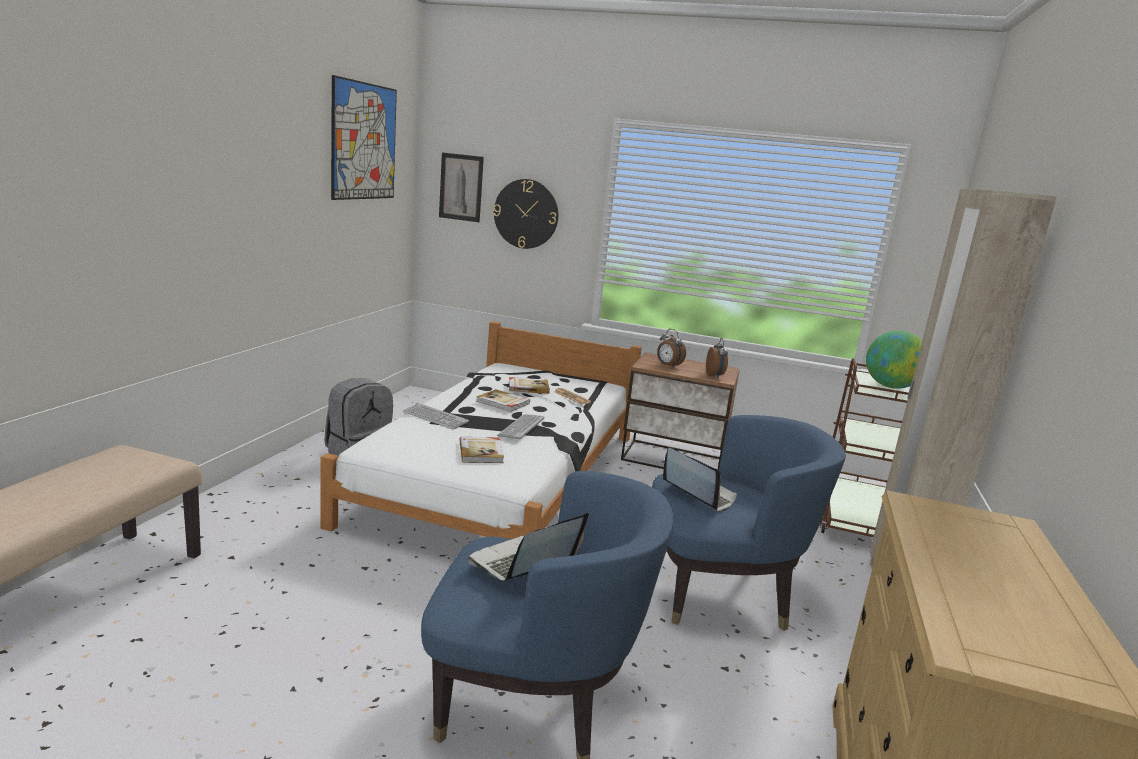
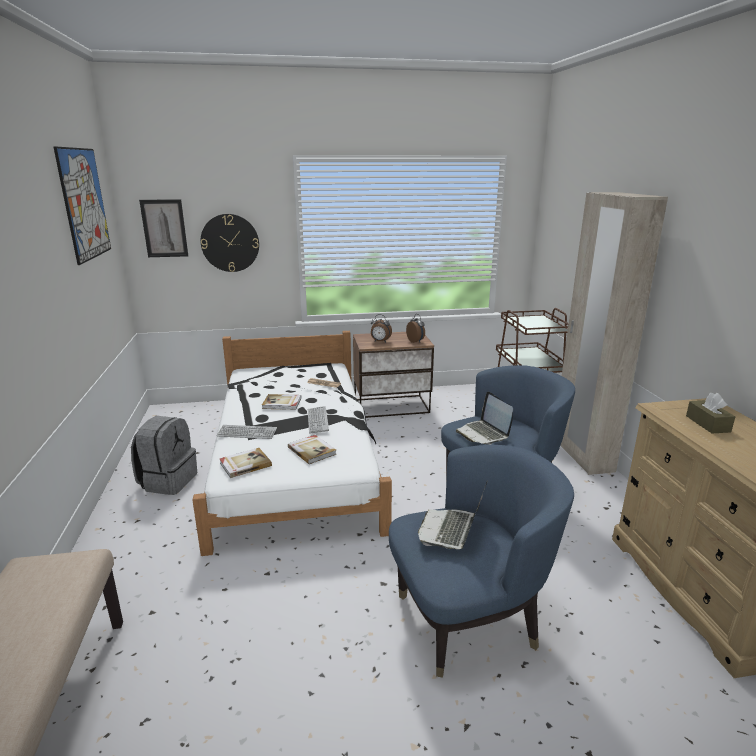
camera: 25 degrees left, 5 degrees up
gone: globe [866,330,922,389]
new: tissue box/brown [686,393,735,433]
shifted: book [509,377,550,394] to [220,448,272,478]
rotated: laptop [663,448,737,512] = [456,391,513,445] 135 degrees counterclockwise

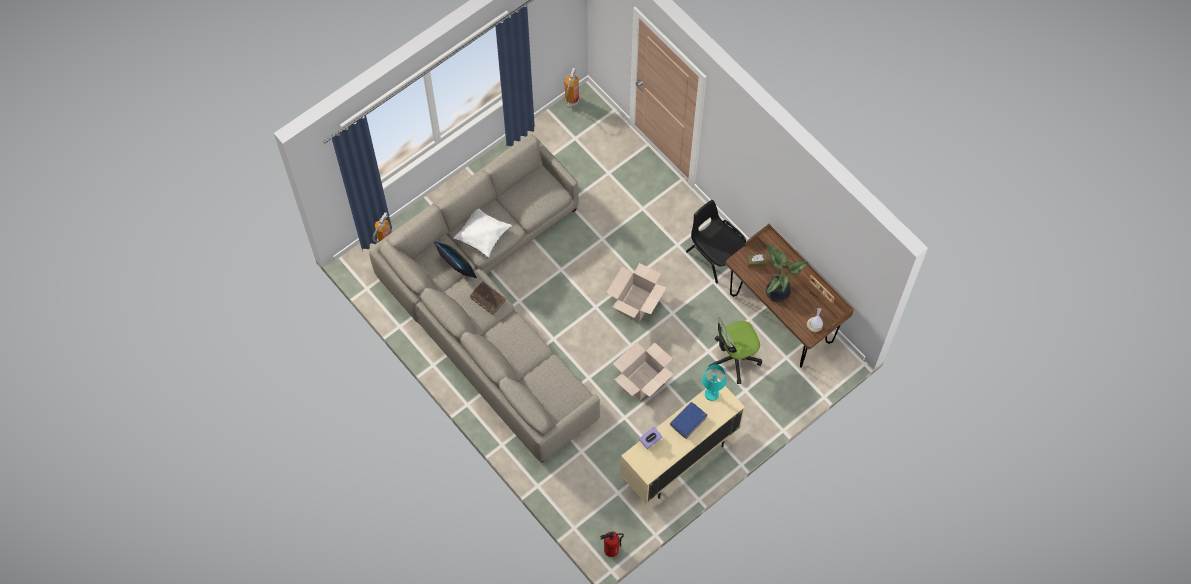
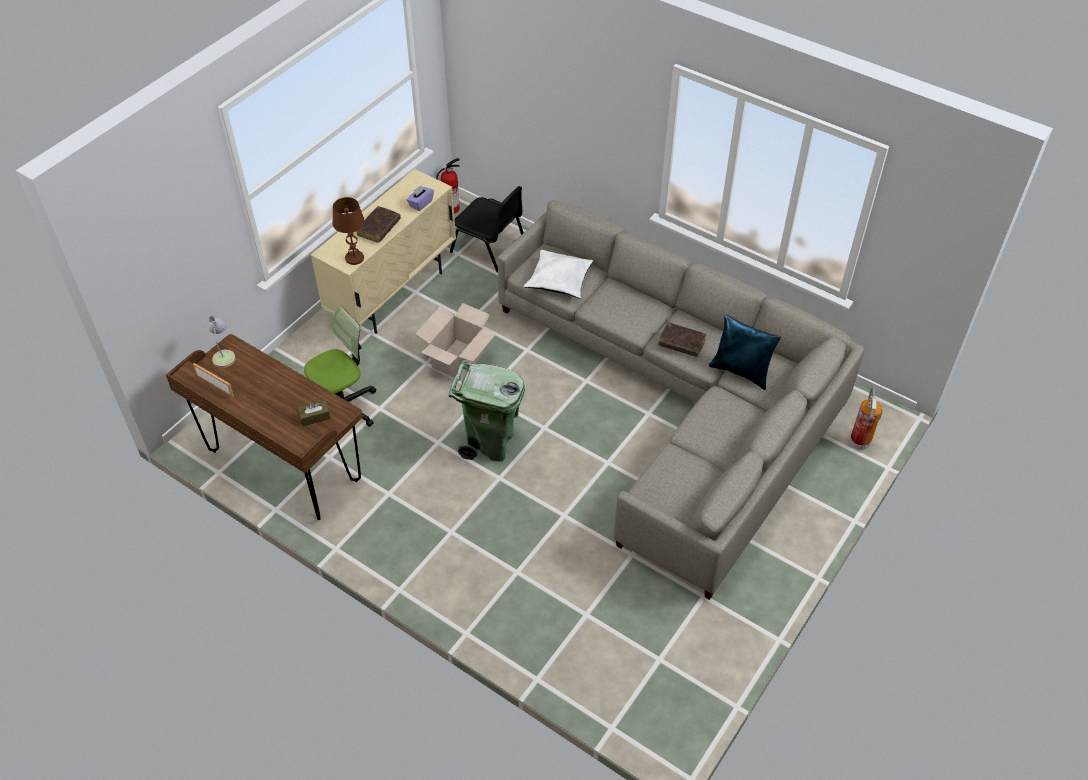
camera: 165 degrees right, 15 degrees down
gone: fire extinguisher [564,67,579,108]; potted plant [766,244,808,302]
shifted: chair/black [686,200,746,283] to [450,186,524,273]; pillow/white [453,209,512,258] to [524,250,593,298]
swapped: cardboard box [606,263,667,322] to trash can/green [448,360,525,461]
repainted: table lamp/turquoise [702,365,726,401] to table lamp/brown [333,197,365,265]; book/blue [670,402,707,439] to book/brown [356,206,401,243]

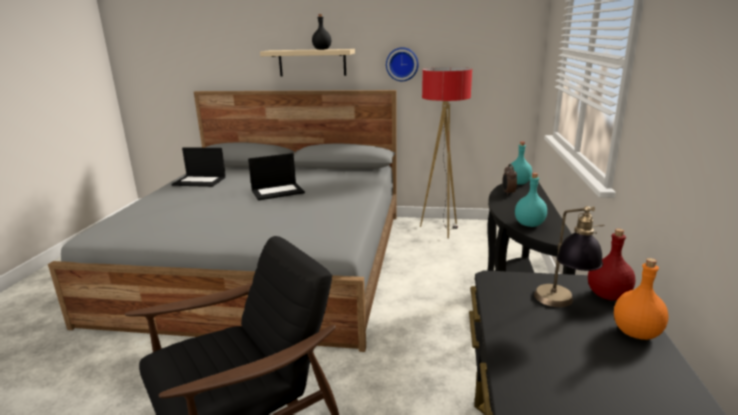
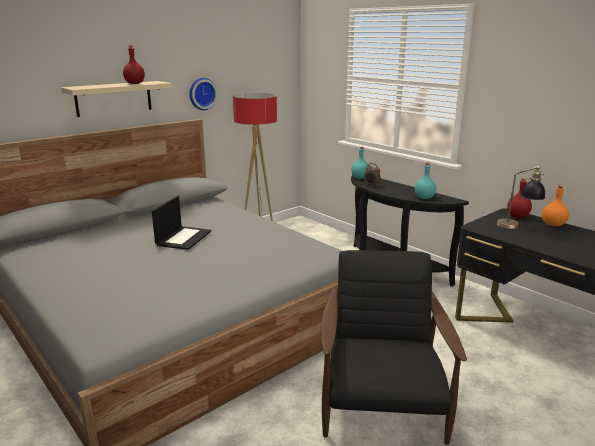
camera: 50 degrees left, 0 degrees up
gone: laptop [171,147,226,187]
repainted: bottle/black [312,14,331,50] to bottle/red [123,46,145,84]

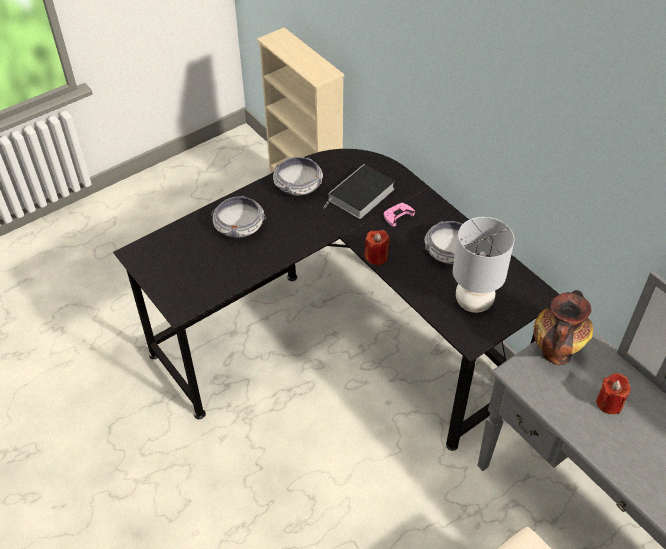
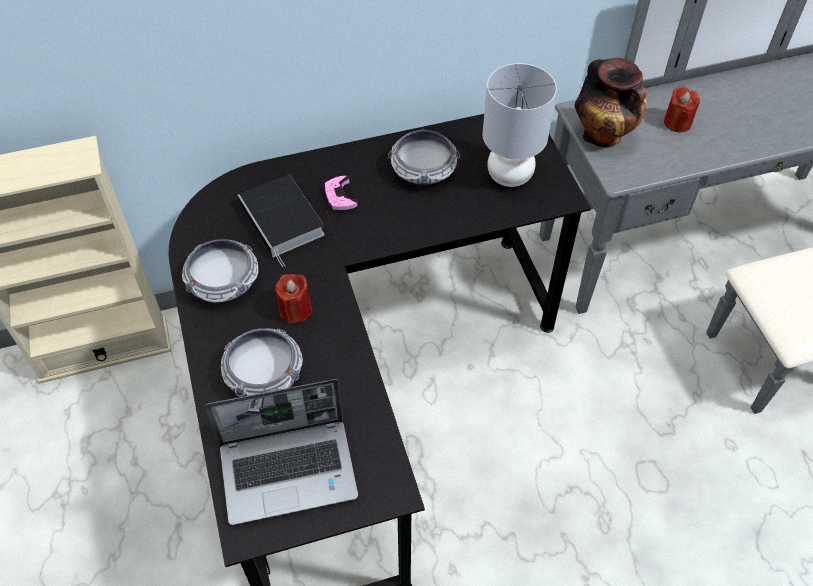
camera: 70 degrees left, 5 degrees up
new: laptop [205,379,358,525]
shifted: candle/red [364,230,390,266] to [275,274,312,324]

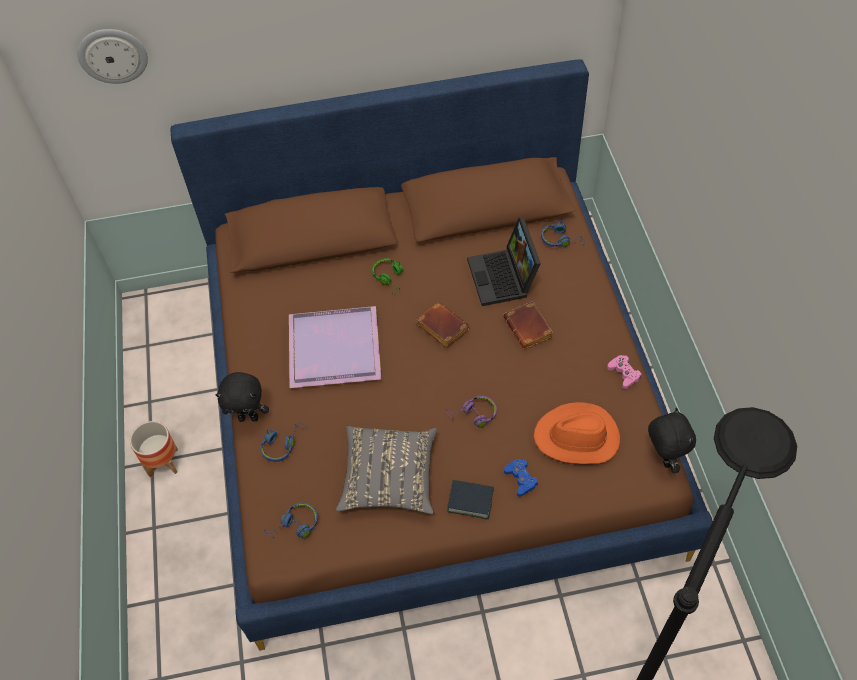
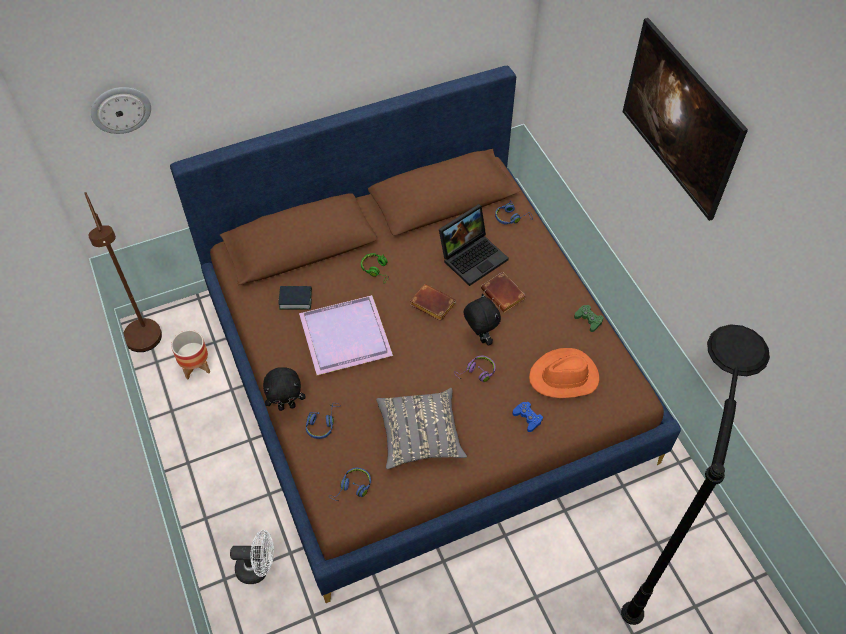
camera: 15 degrees left, 0 degrees up
new: picture [622,18,748,221]; floor lamp/brown [84,192,162,352]; fan/white [230,530,274,584]
shifted: plush toy/black [648,408,696,473] to [464,293,501,345]; planter [130,421,178,477] to [171,330,210,379]; book [447,480,494,519] to [278,286,312,310]
repainted: game controller/pink [607,355,641,389] to game controller/green [574,305,604,332]
rotated: laptop [467,217,541,306] = [439,204,509,286] 105 degrees counterclockwise

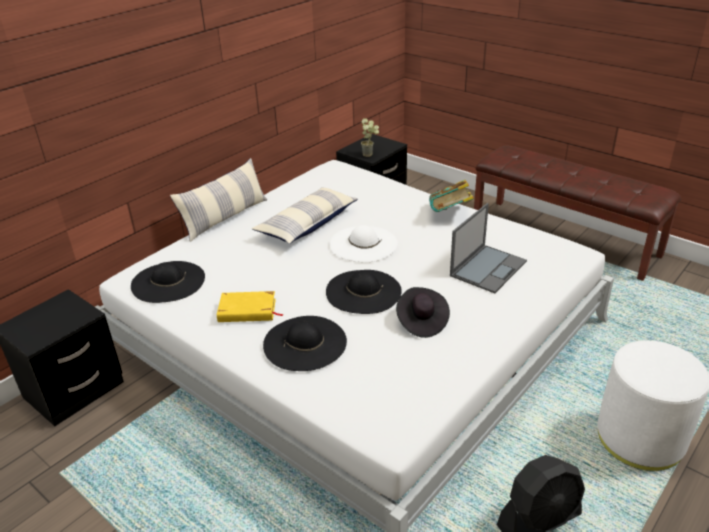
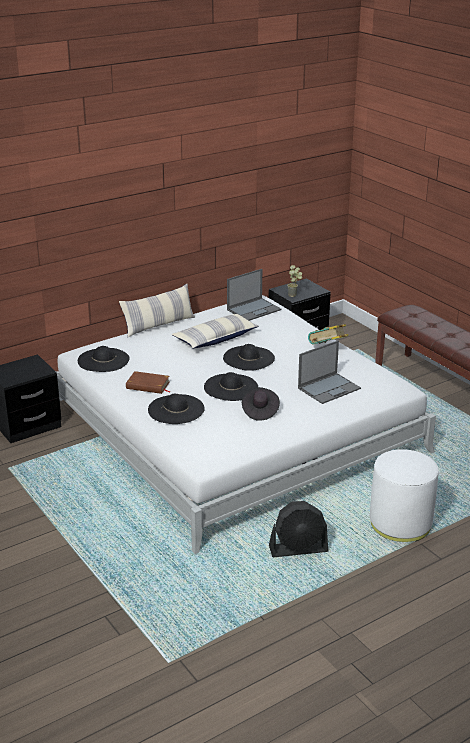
camera: 15 degrees right, 5 degrees down
new: laptop [227,269,281,321]
repainted: hat/white [330,225,398,262] to hat/black [223,344,275,371]; book/yellow [217,291,284,322] to book/brown [126,371,171,394]

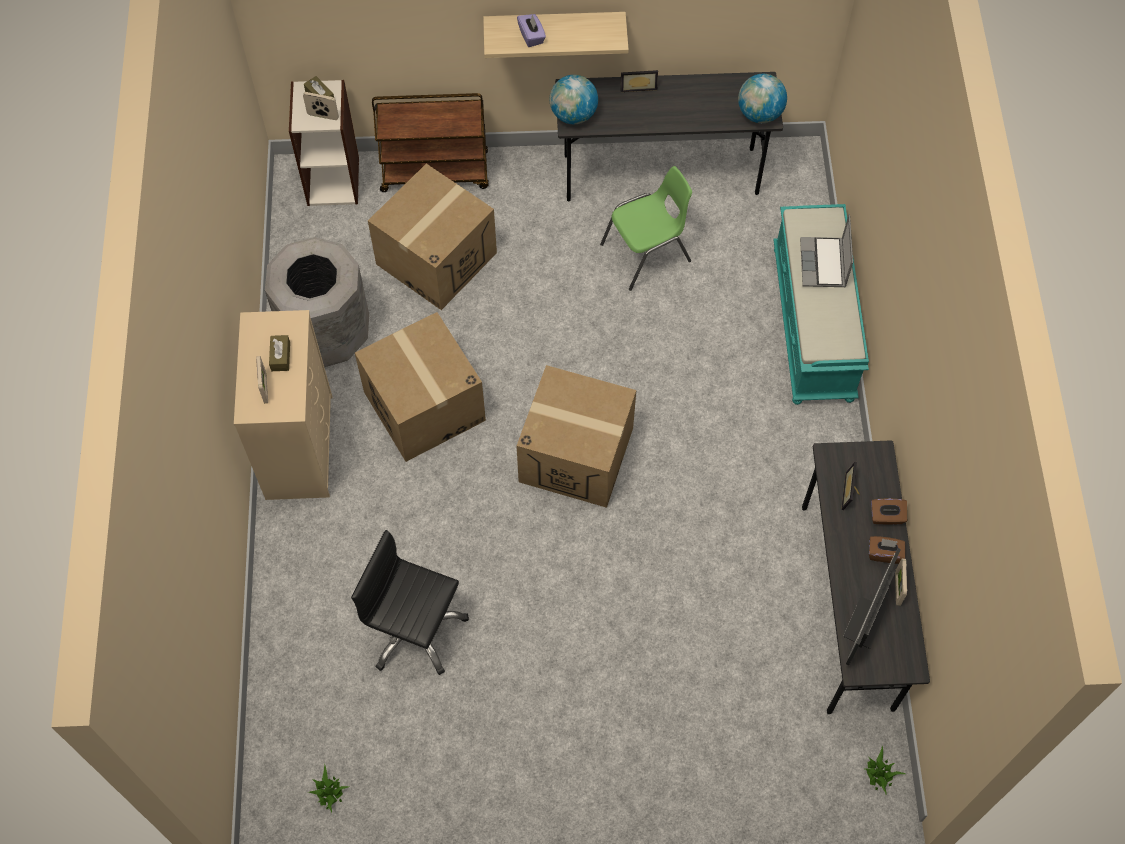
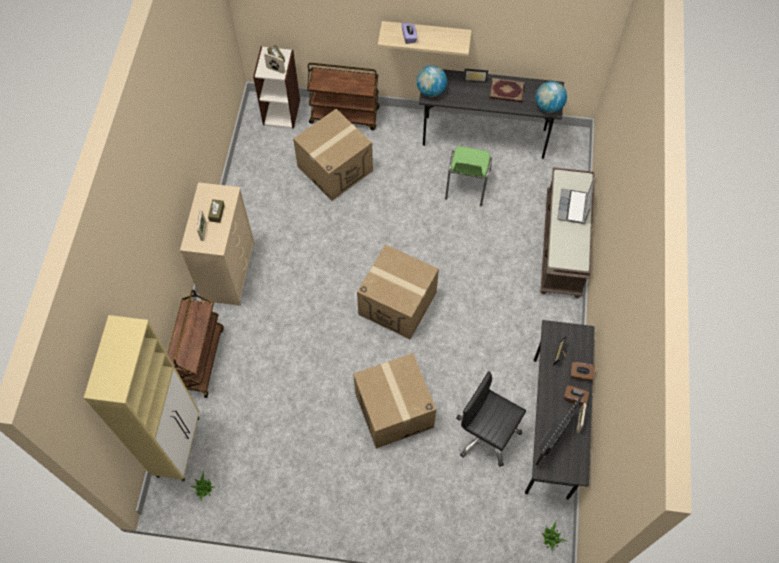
camera: 10 degrees right, 0 degrees up
gone: trash can/grey [265,237,369,367]
new: book [489,78,525,102]; cart/brown [167,290,224,398]; cabinet/beige [84,315,200,481]
shifted: cardboard box [355,312,486,462] to [353,353,436,449]; office chair/black [351,530,469,675] to [456,371,526,467]
repainted: bench/turquoise [773,204,869,405] to bench/brown [541,168,595,298]
rotated: chair/green [600,166,692,291] = [445,146,492,206] 120 degrees clockwise

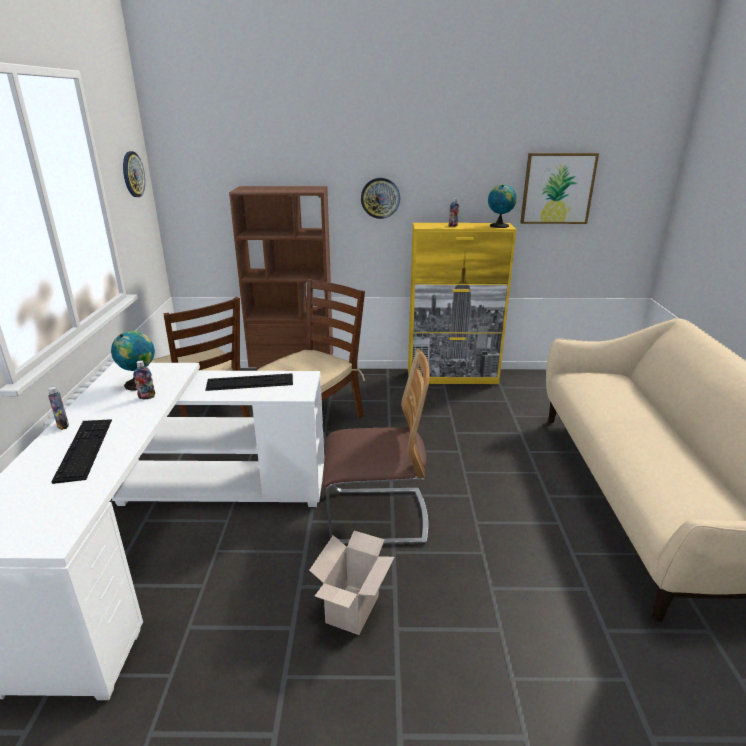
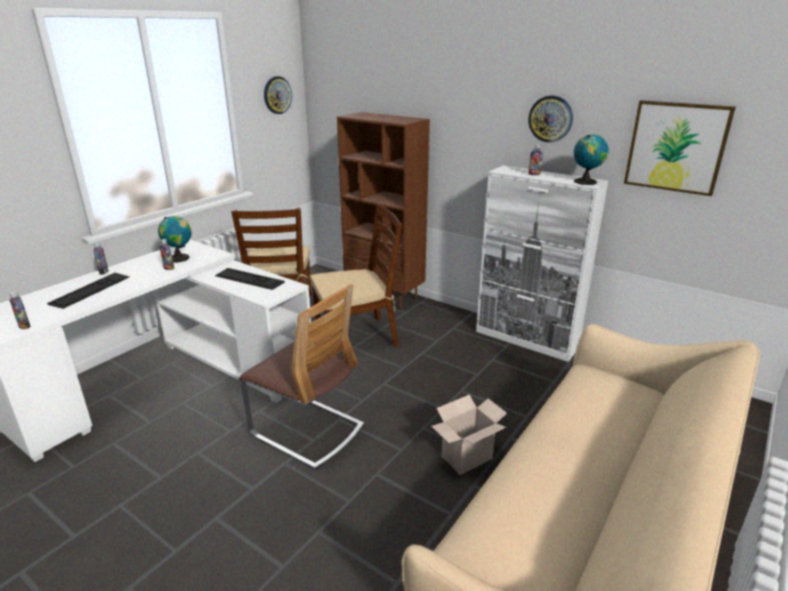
camera: 35 degrees right, 0 degrees up
new: bottle [9,291,30,329]
shifted: wall clock [361,178,400,219] to [528,95,573,142]; cardboard box [309,531,395,635] to [431,394,507,475]
repainted: cabinet/yellow [408,223,517,384] to cabinet/white [476,165,608,362]

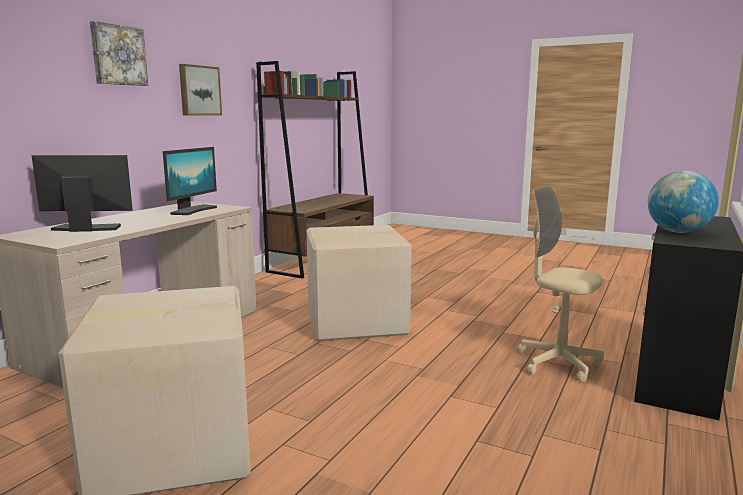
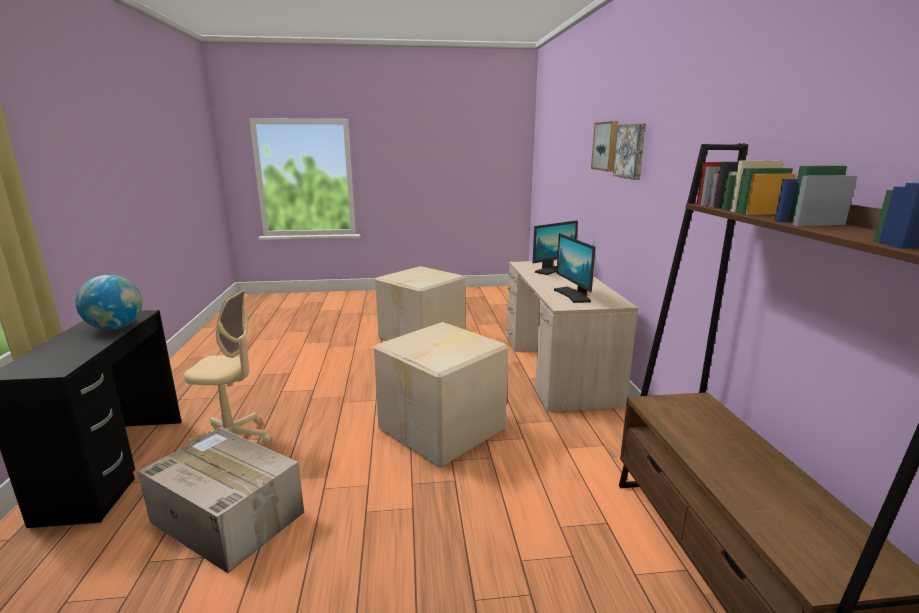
camera: 145 degrees right, 5 degrees up
new: cardboard box [138,428,304,573]
shifted: picture [179,64,222,115] to [591,121,618,171]

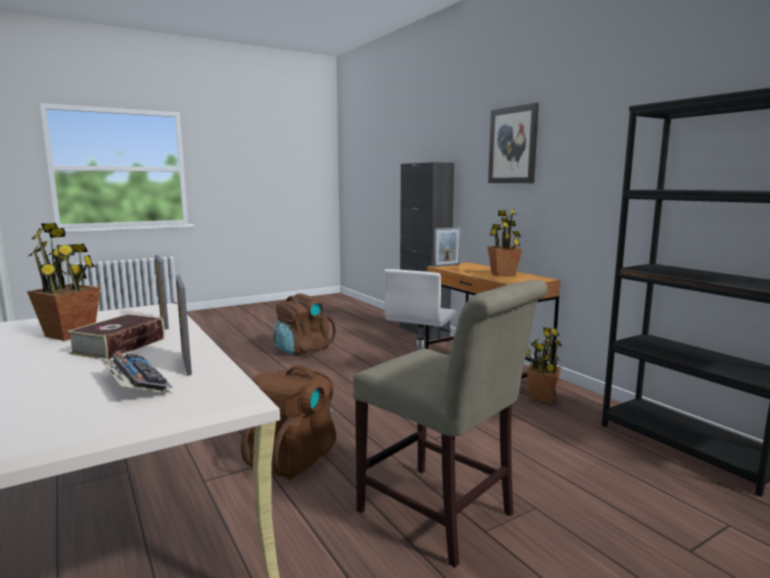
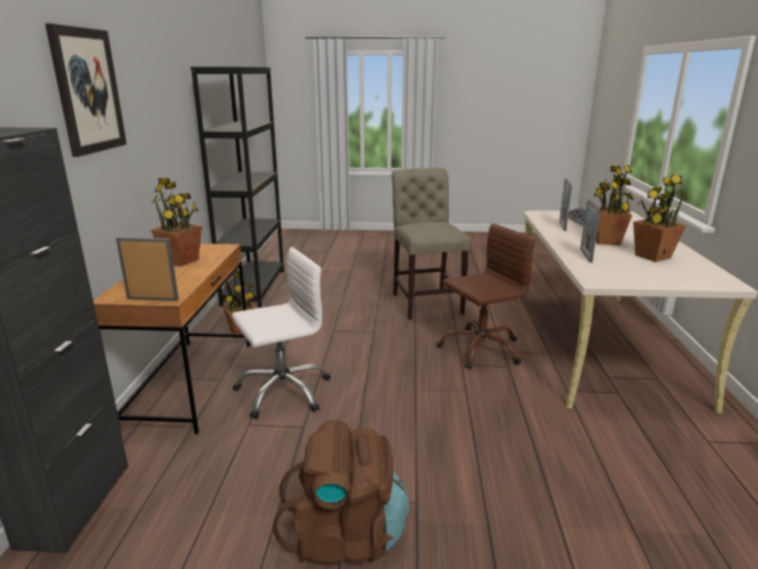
camera: 145 degrees left, 10 degrees up
swapped: book [66,314,165,359] to potted plant [594,165,634,245]; backpack/brown [241,365,336,479] to office chair/brown [436,224,535,370]

